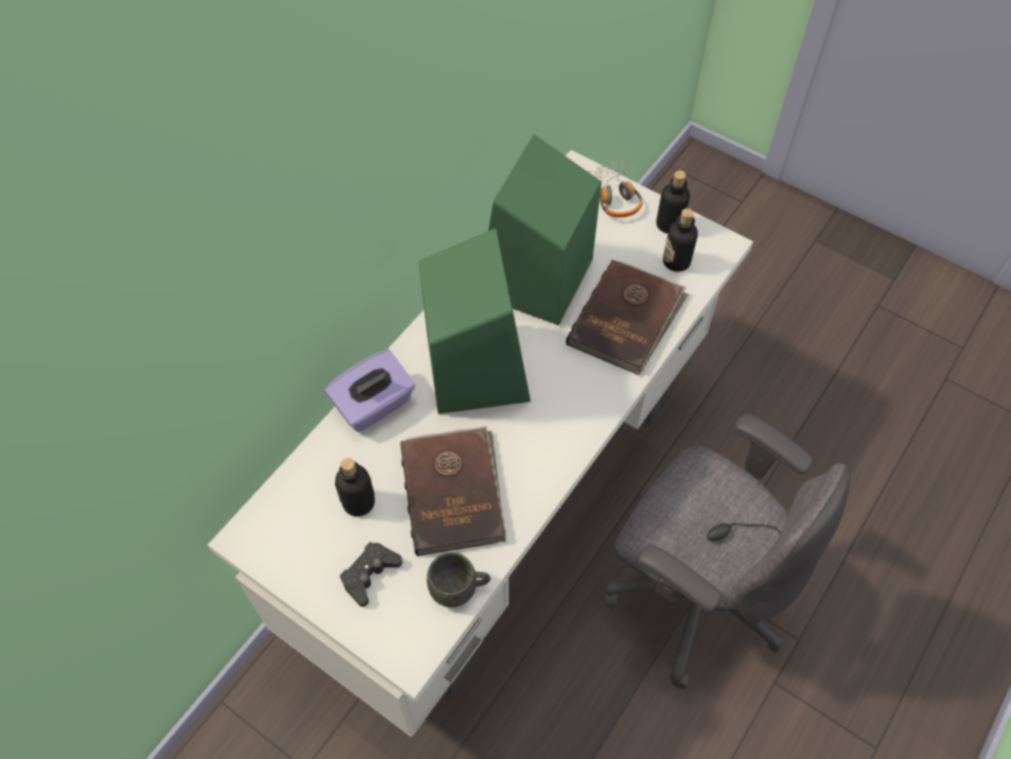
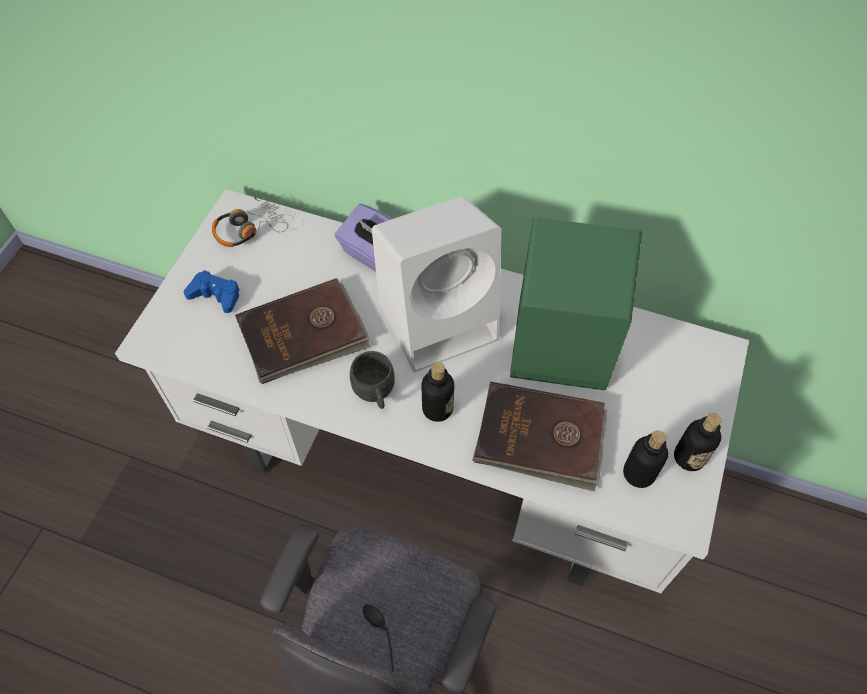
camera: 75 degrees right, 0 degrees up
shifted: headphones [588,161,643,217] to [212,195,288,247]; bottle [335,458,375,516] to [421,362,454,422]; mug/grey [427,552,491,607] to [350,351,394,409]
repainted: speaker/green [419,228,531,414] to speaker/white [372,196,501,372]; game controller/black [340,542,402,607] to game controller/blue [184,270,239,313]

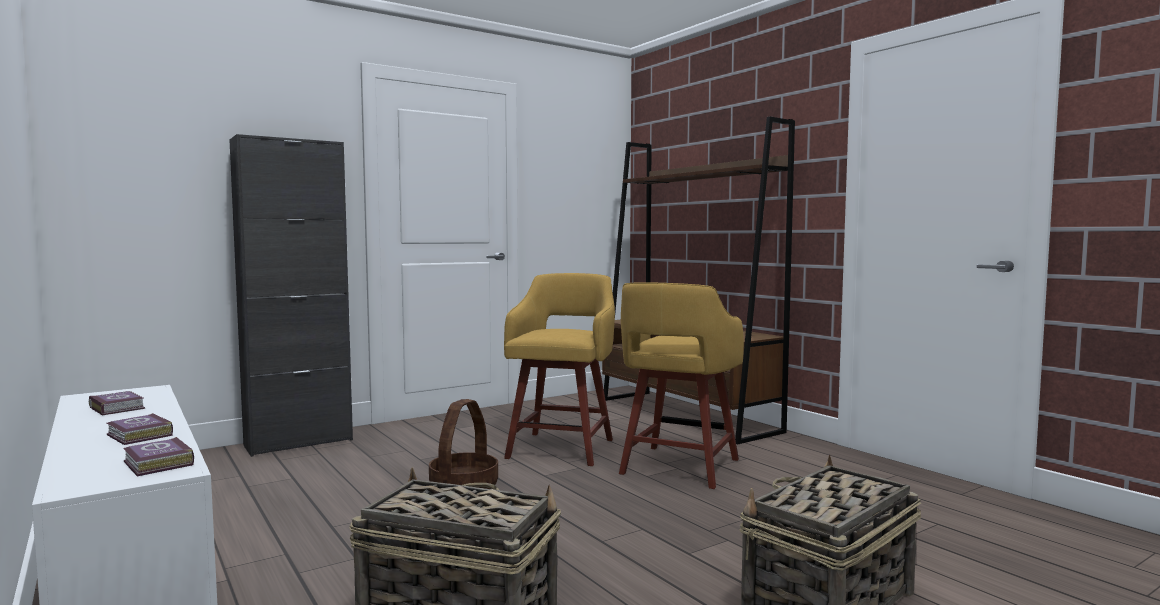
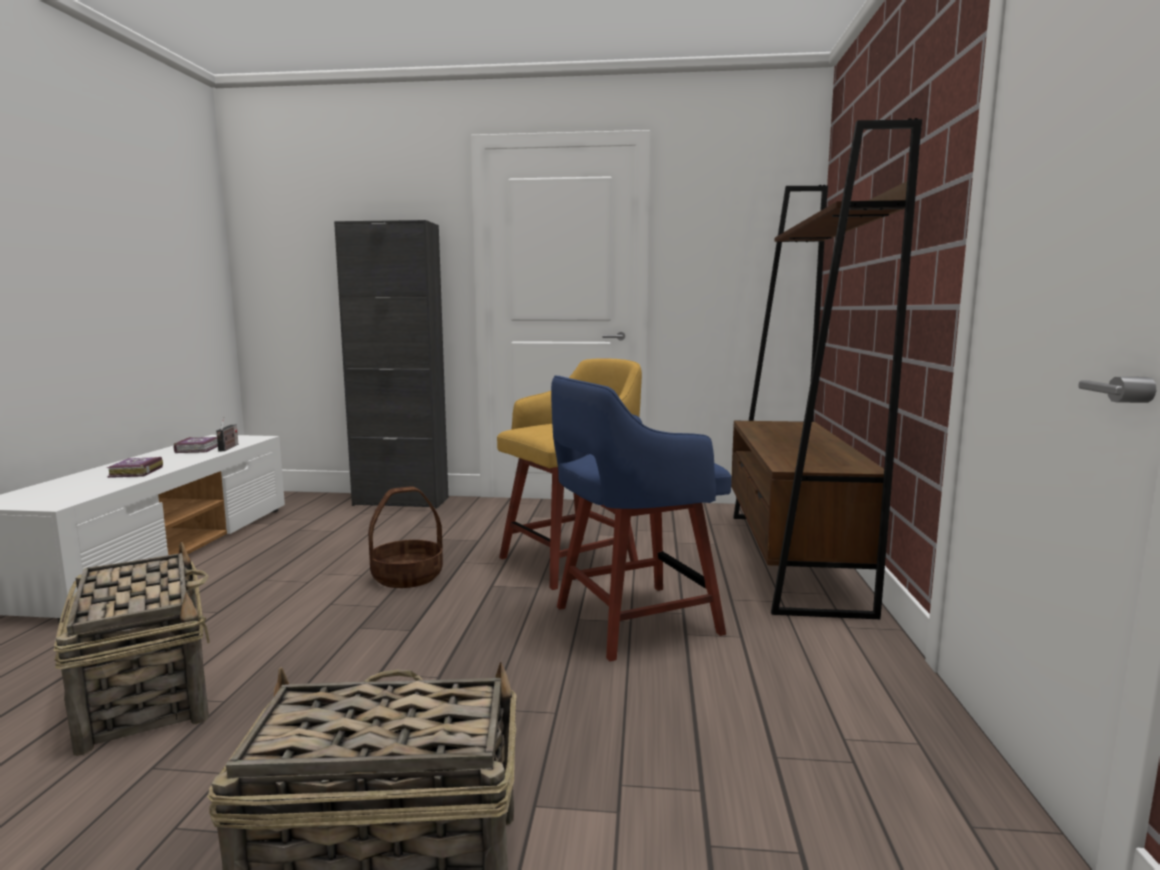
camera: 40 degrees right, 5 degrees up
gone: book [123,437,194,476]
new: radio [216,417,238,451]
repainted: stool/yellow [619,282,744,489] to stool/blue [551,375,732,661]

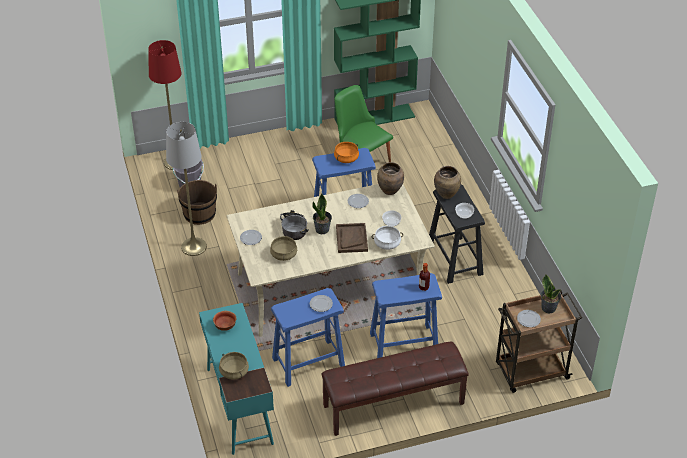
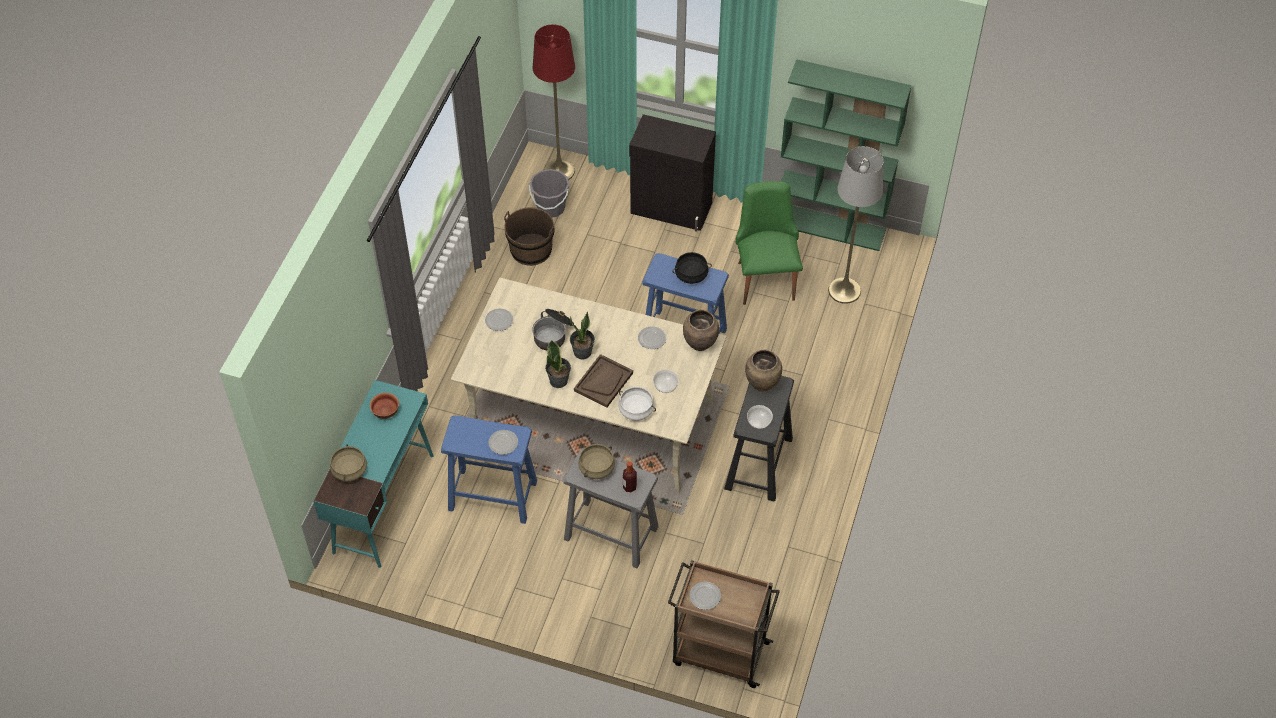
camera: 35 degrees right, 10 degrees up
gone: bench/brown [321,342,469,436]
new: cabinet/black [629,114,716,232]
shifted: floor lamp/grey [166,122,207,256] to [828,146,884,304]; cooking pot/beige [270,235,297,261] to [578,444,615,479]; potted plant [541,274,561,313] to [545,340,571,388]
repainted: cooking pot/orange [334,142,359,163] to cooking pot/black [672,252,712,284]; stool/blue [370,273,442,358] to stool/grey [563,448,659,569]

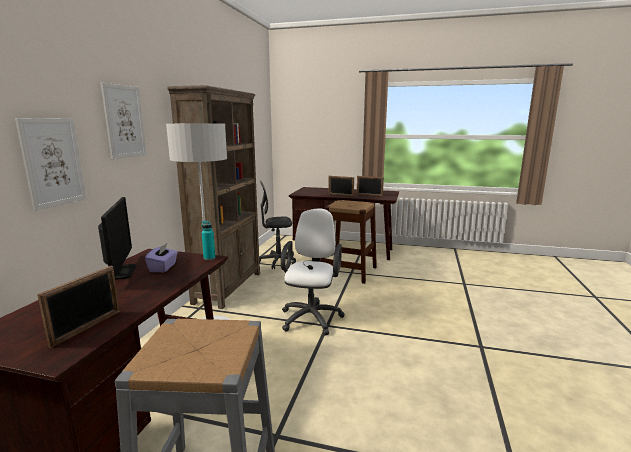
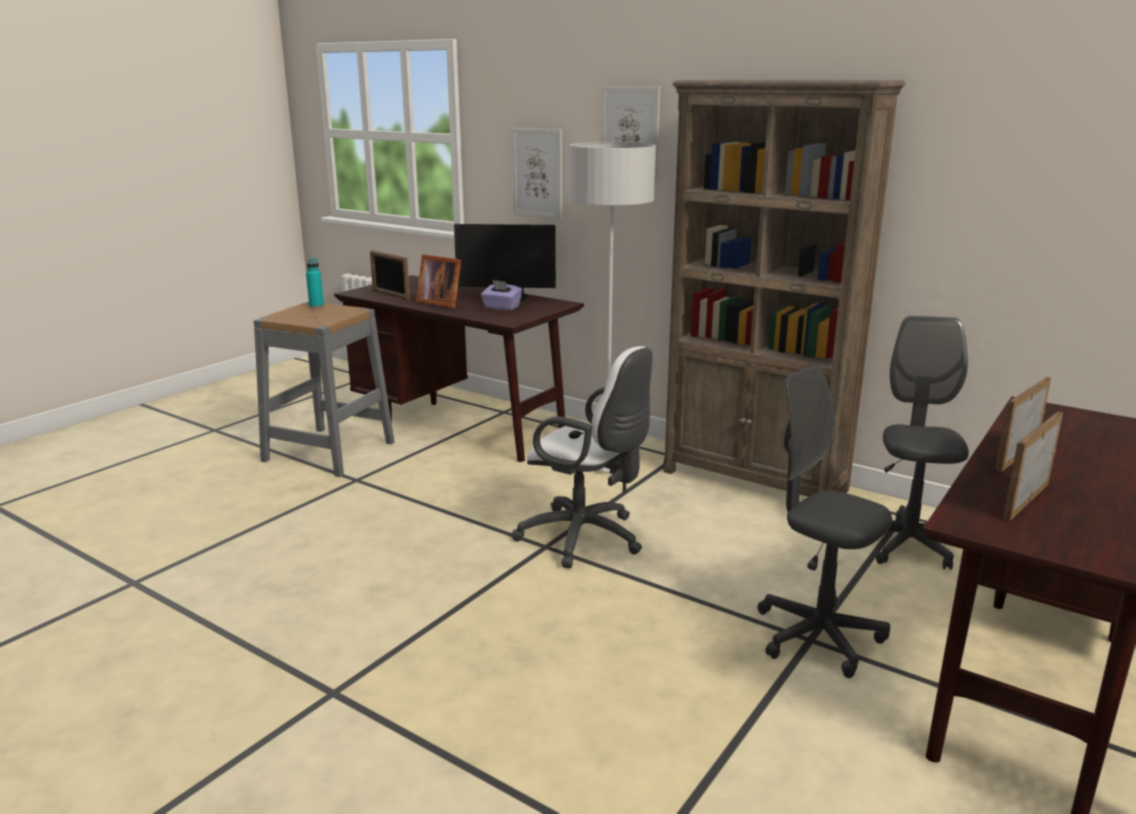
camera: 110 degrees right, 5 degrees up
new: picture frame [416,254,461,308]
shifted: bottle/turquoise [202,221,215,260] to [306,258,324,308]
swapped: stool/brown [321,200,377,284] to office chair/grey [758,365,892,678]

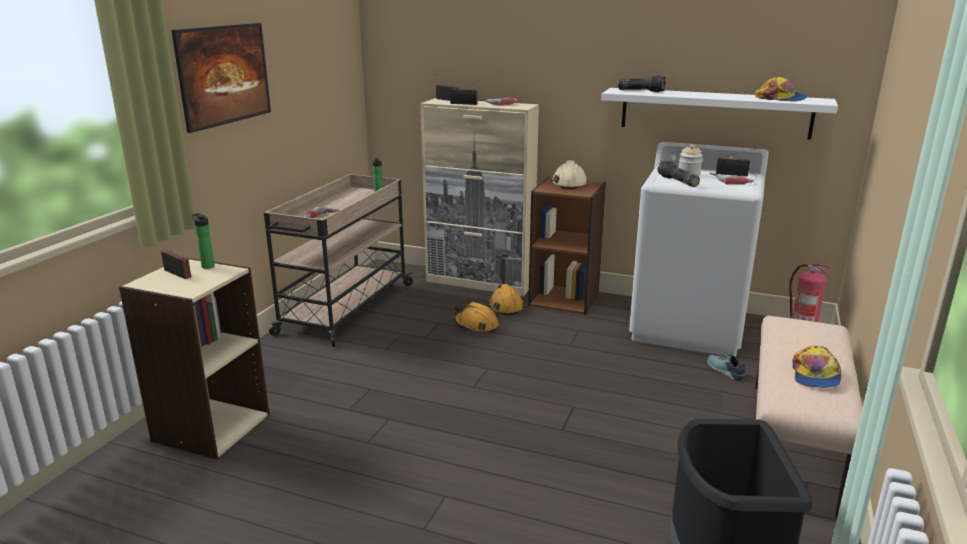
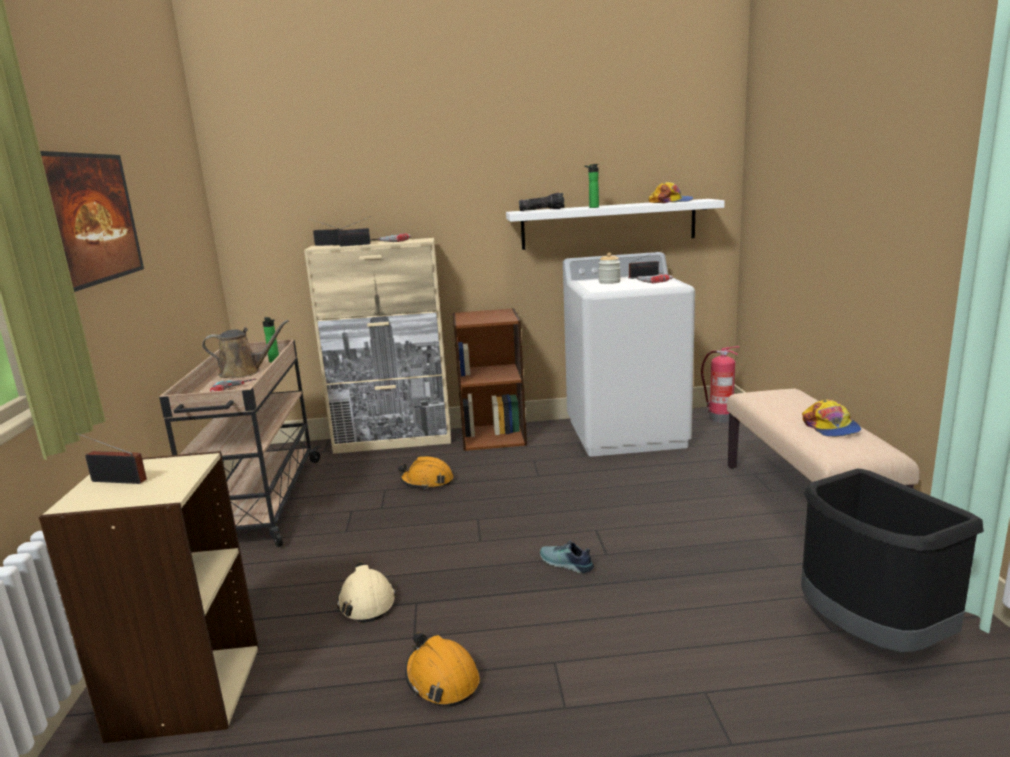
camera: 25 degrees left, 5 degrees down
gone: flashlight [658,160,700,187]
new: watering can/brown [202,320,289,378]
shifted: hard hat/beige [551,160,588,190] to [337,562,396,623]; bottle [191,213,215,269] to [584,164,599,208]; hard hat/orange [488,284,524,315] to [405,632,480,706]; shoe [707,354,746,380] to [540,540,594,573]

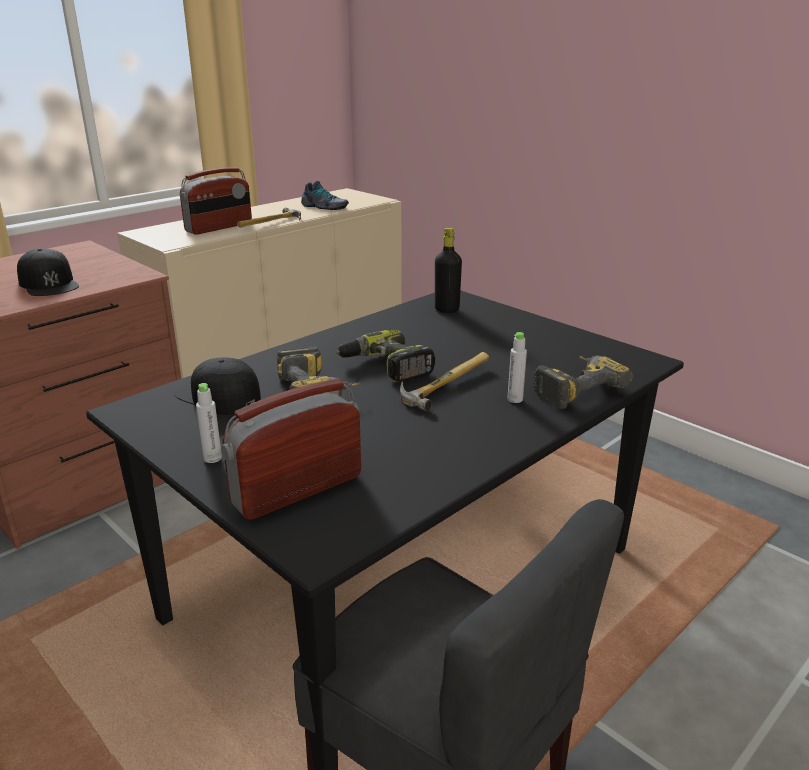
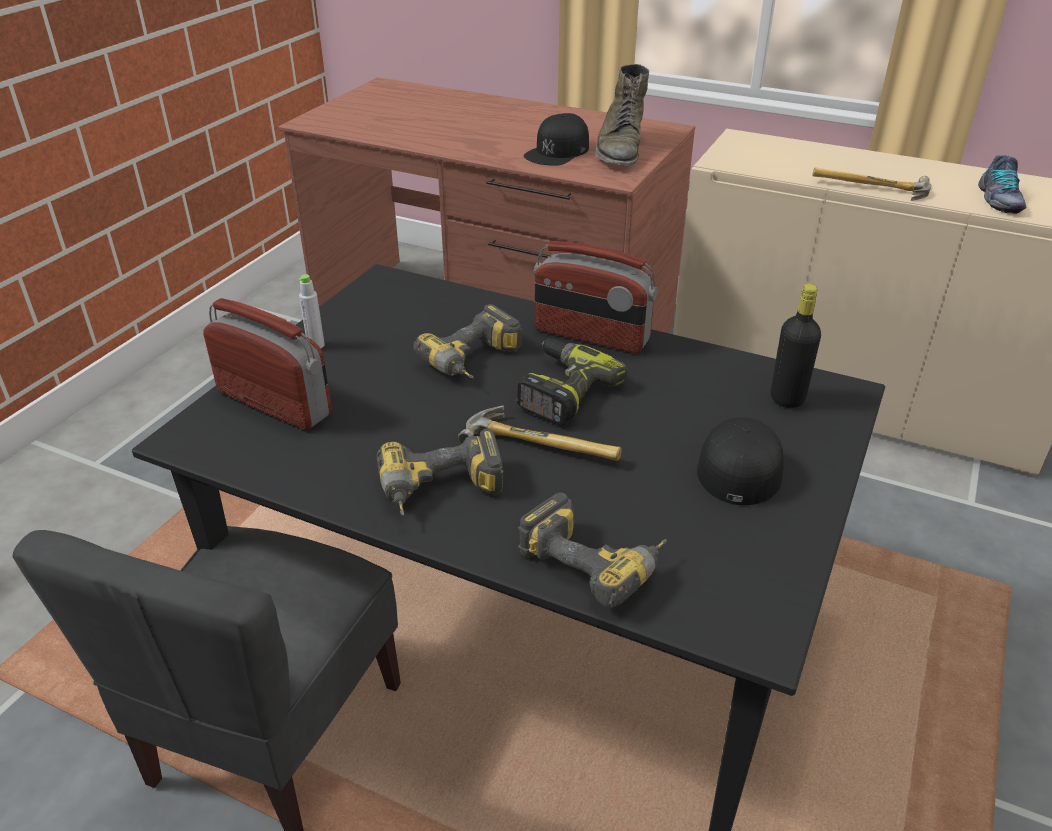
camera: 70 degrees right, 10 degrees up
gone: bottle/grey [507,332,527,403]
new: boot/green [595,64,649,167]; power drill [376,429,503,516]
shifted: radio [180,167,252,235] to [534,241,658,353]; cap/black [175,358,261,415] to [697,417,784,505]

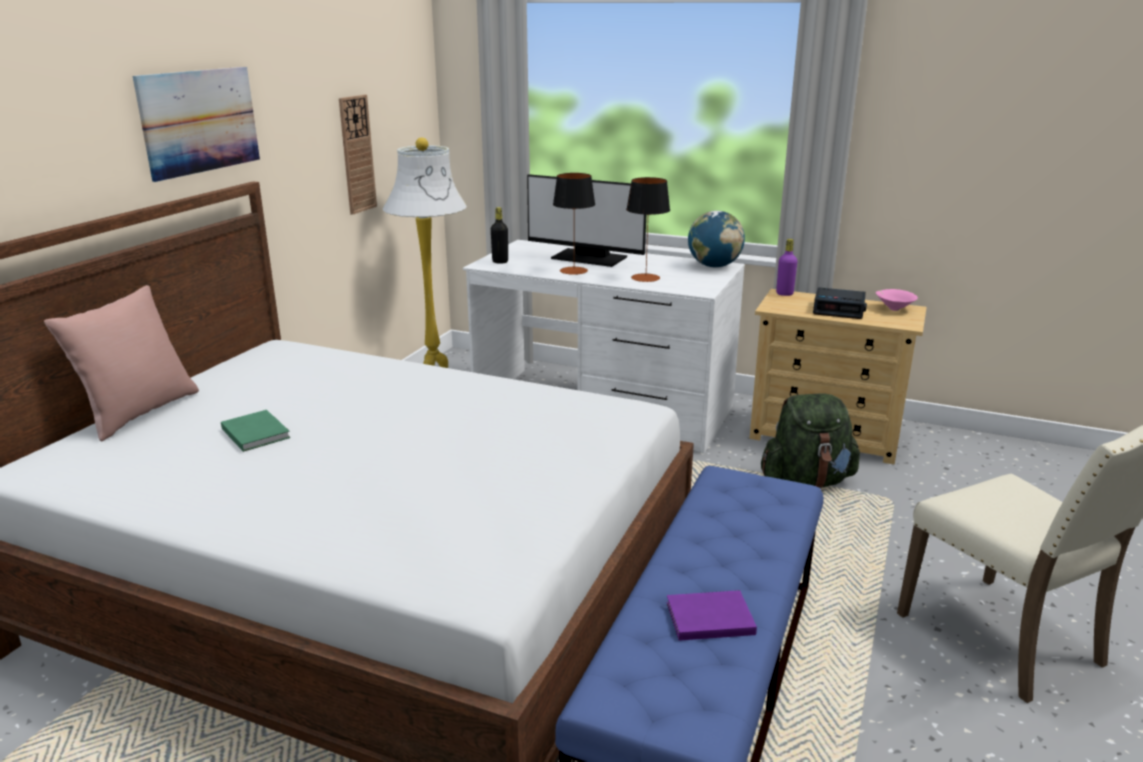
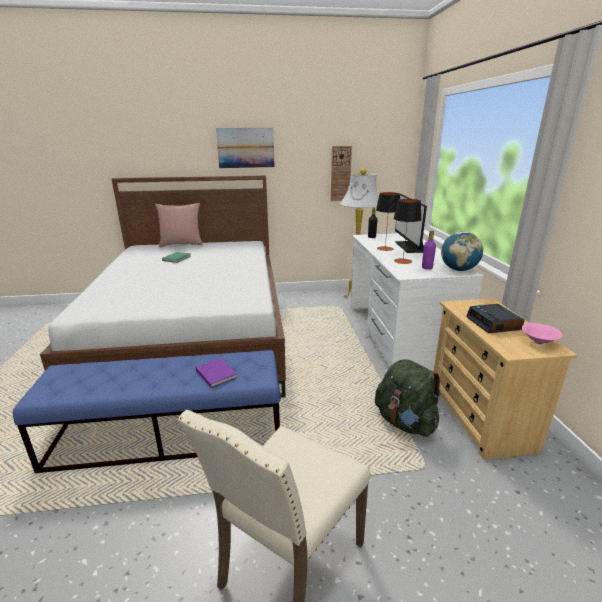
camera: 60 degrees right, 0 degrees up
shifted: bottle/purple [776,239,797,296] to [422,231,436,270]; book/purple [667,590,757,641] to [196,358,237,388]

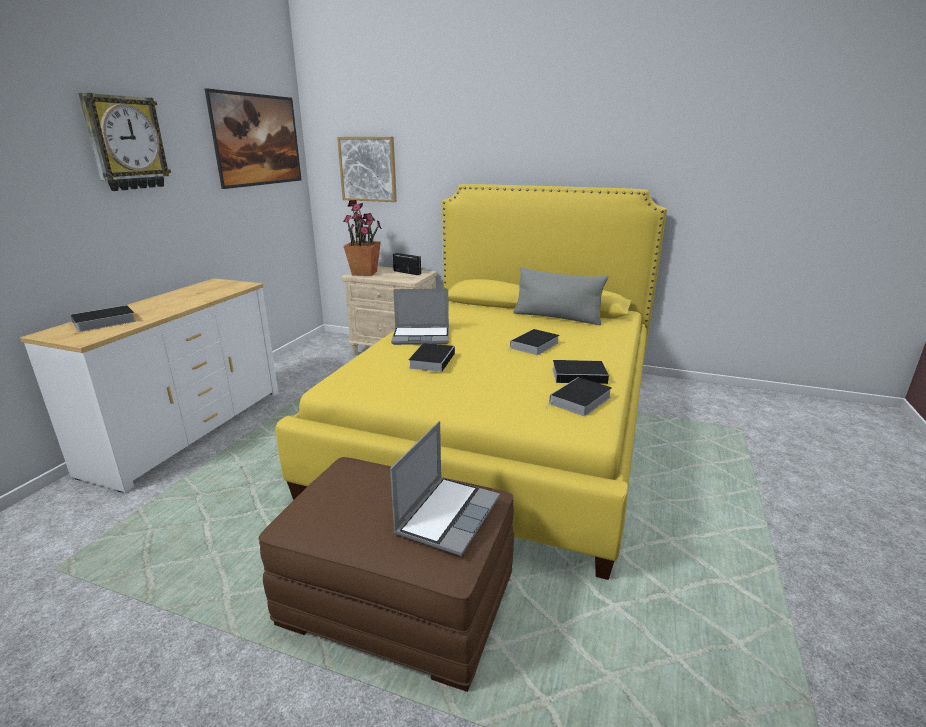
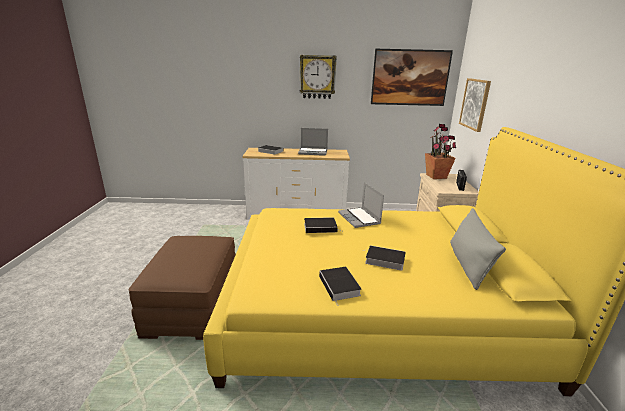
camera: 70 degrees right, 0 degrees up
gone: book [546,377,612,416]
shifted: laptop [390,421,500,556] to [298,128,328,156]

